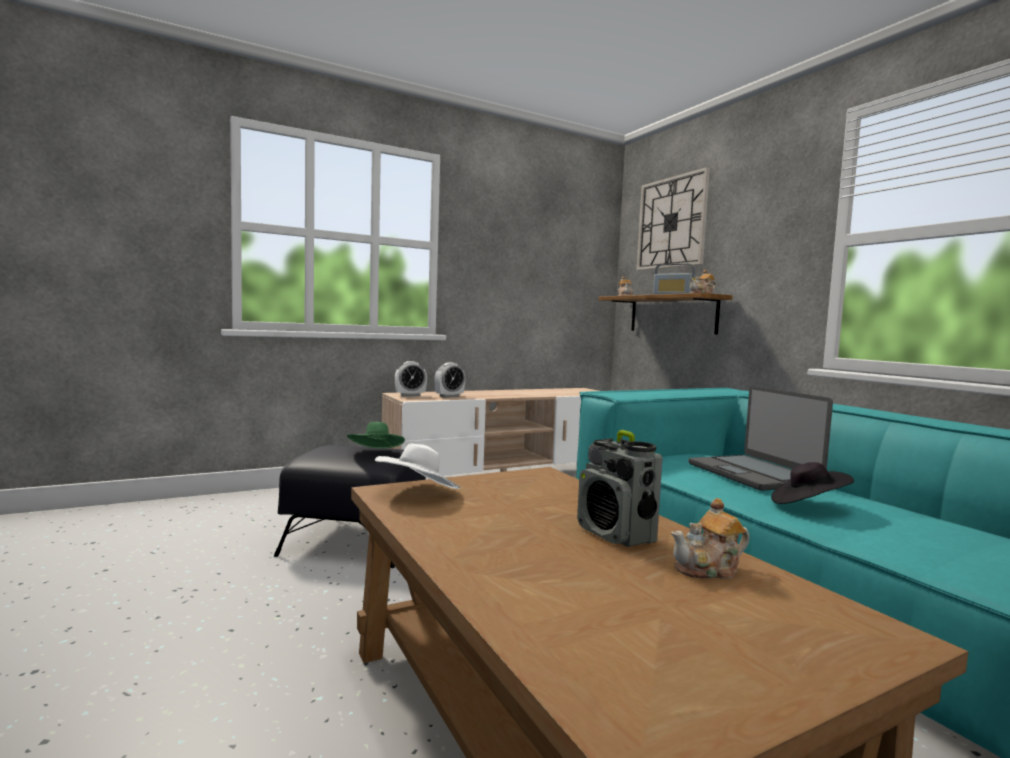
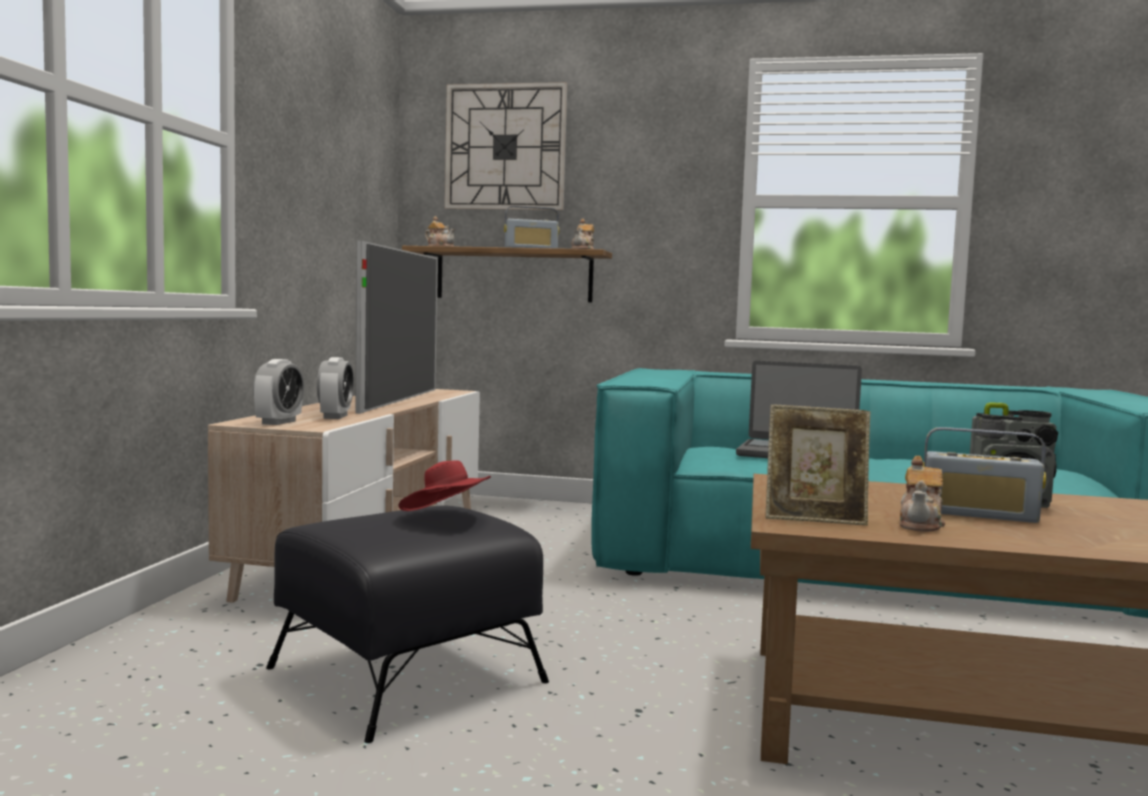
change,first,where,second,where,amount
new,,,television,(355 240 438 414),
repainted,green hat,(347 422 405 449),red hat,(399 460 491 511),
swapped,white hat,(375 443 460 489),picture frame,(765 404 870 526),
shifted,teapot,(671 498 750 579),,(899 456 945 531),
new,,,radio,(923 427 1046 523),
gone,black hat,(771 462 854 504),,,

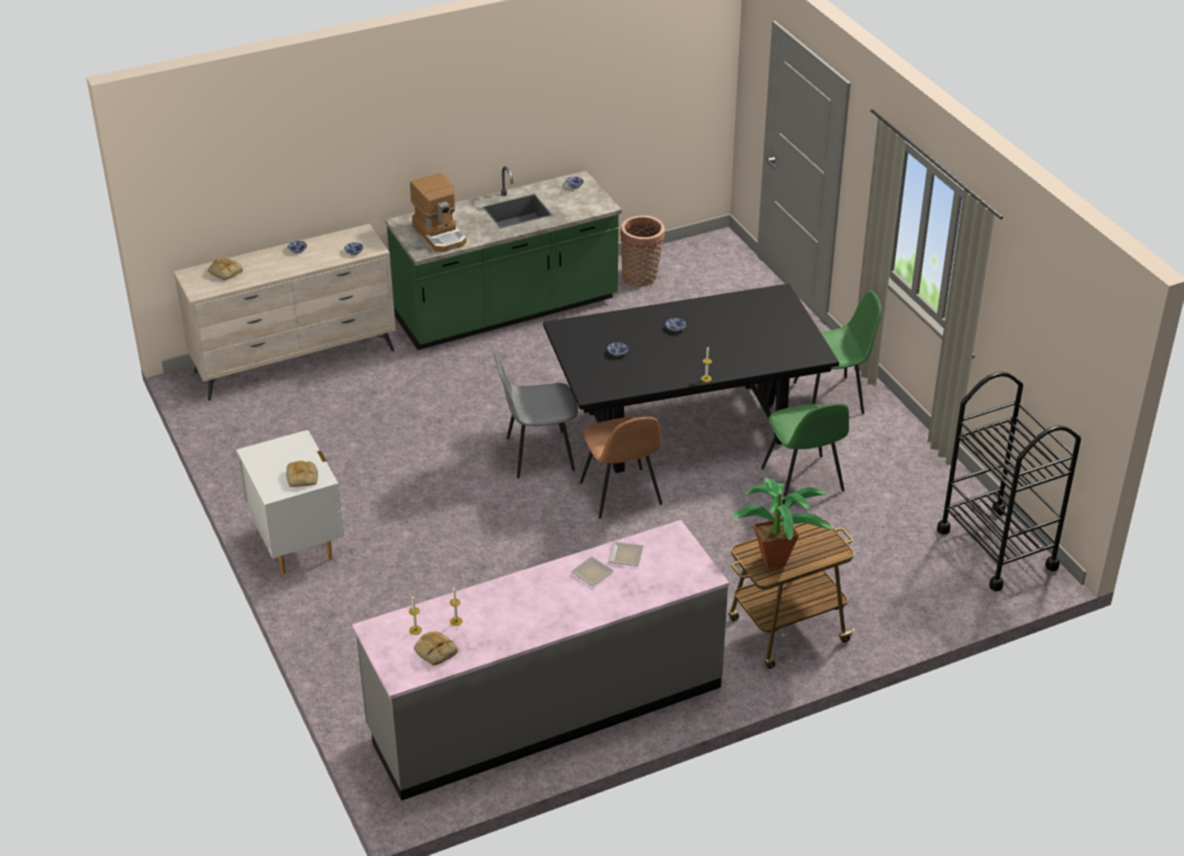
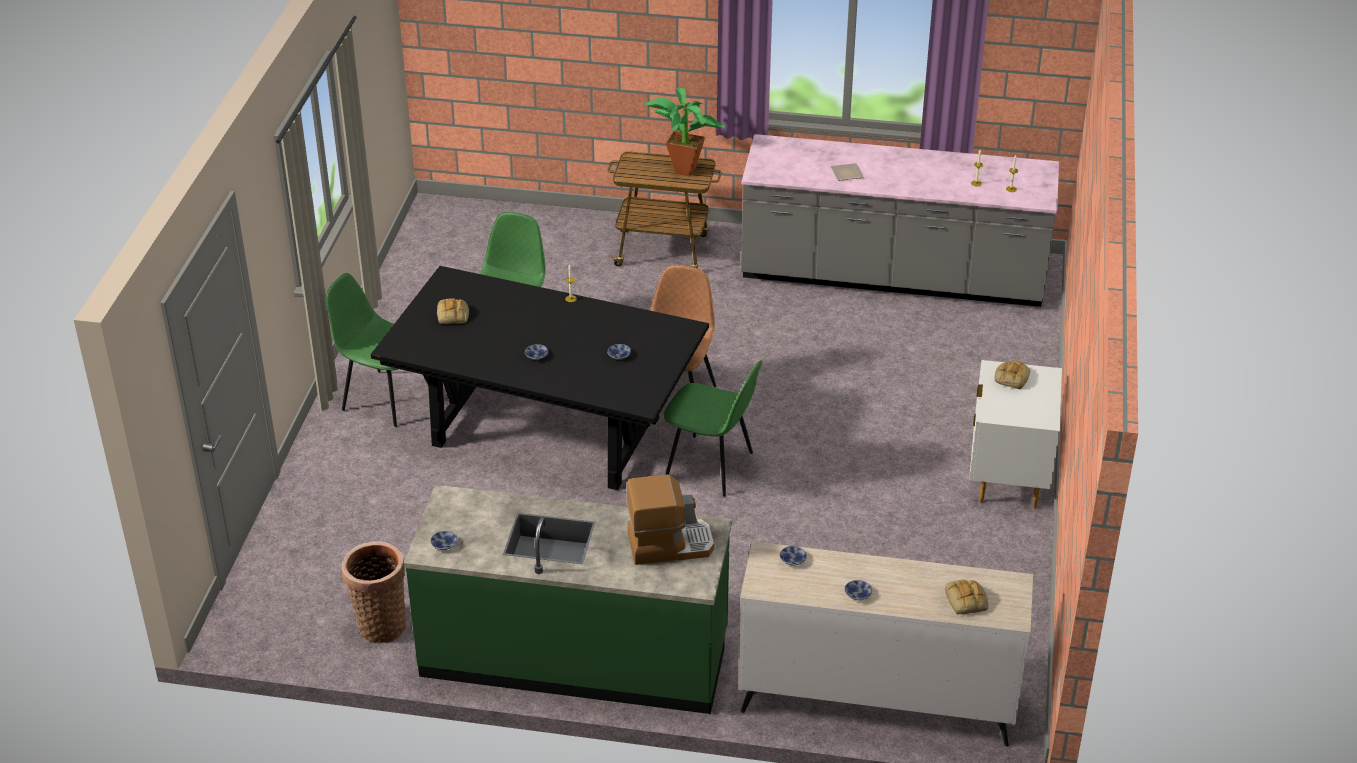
change,first,where,second,where,amount
shifted,bread,(414 631 458 665),,(437 298 469 324),
rotated,coffee machine,(410 173 467 252),,(627 474 714 565),75 degrees clockwise
repainted,grey chair,(494 353 578 478),green chair,(664 360 762 497),
gone,plate,(608 542 644 566),,,
gone,black cart,(937 372 1081 591),,,

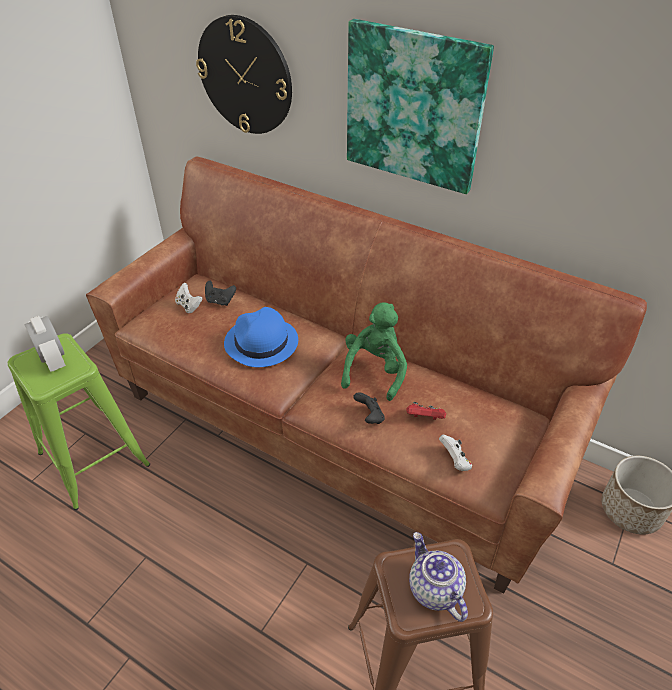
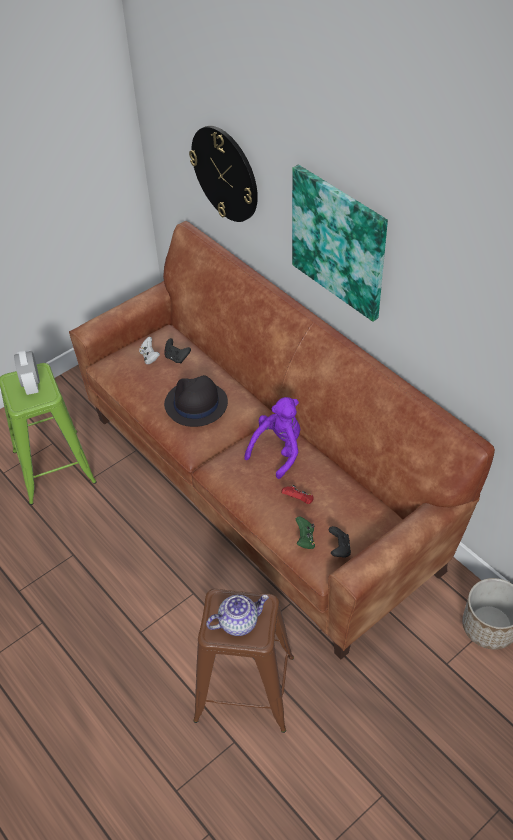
change,first,where,second,where,amount
repainted,blue hat,(224 307 298 367),black hat,(164 375 228 427),
rotated,teapot,(409 532 468 622),,(206 595 269 636),75 degrees clockwise
repainted,green plush toy,(341 302 407 401),purple plush toy,(244 397 300 479),
repainted,white game controller,(439 435 472 471),green game controller,(296 516 315 549),
shifted,black game controller,(353 392 385 424),,(329 526 351 558),

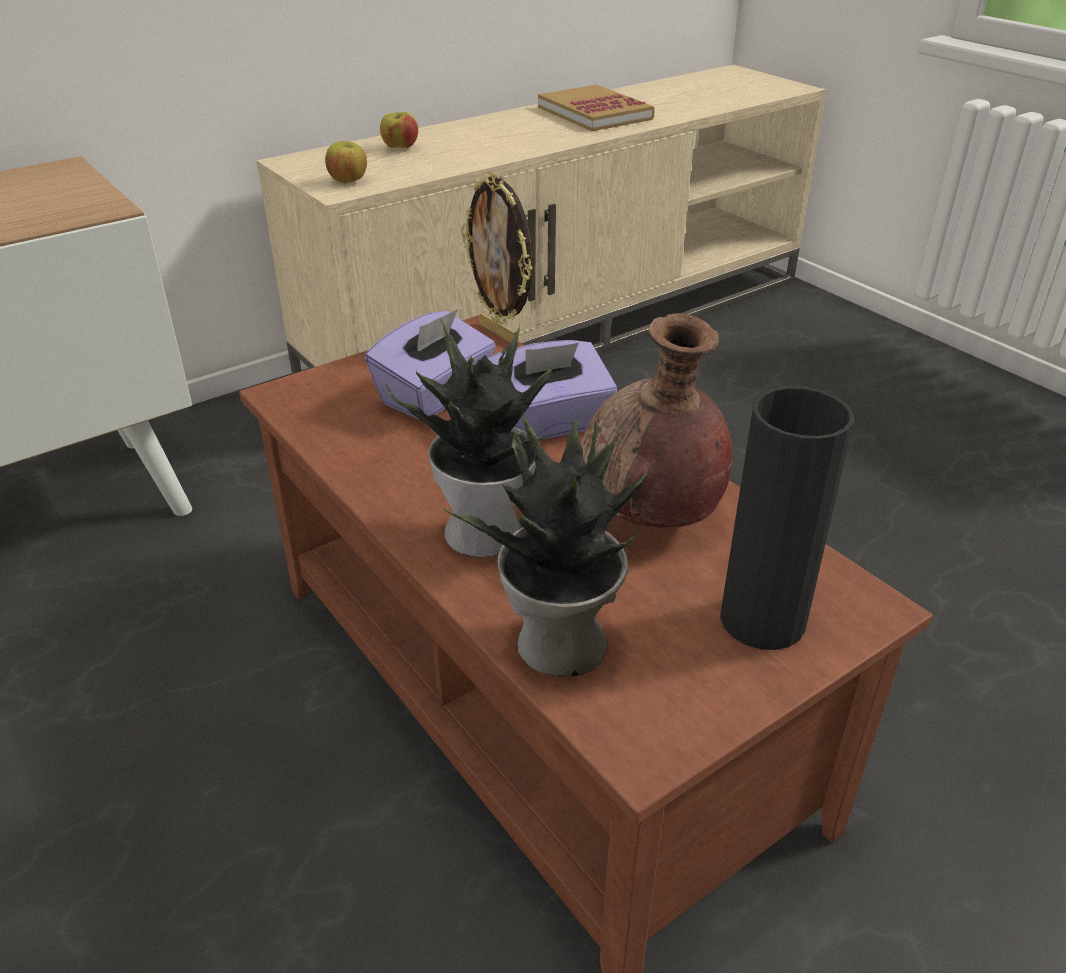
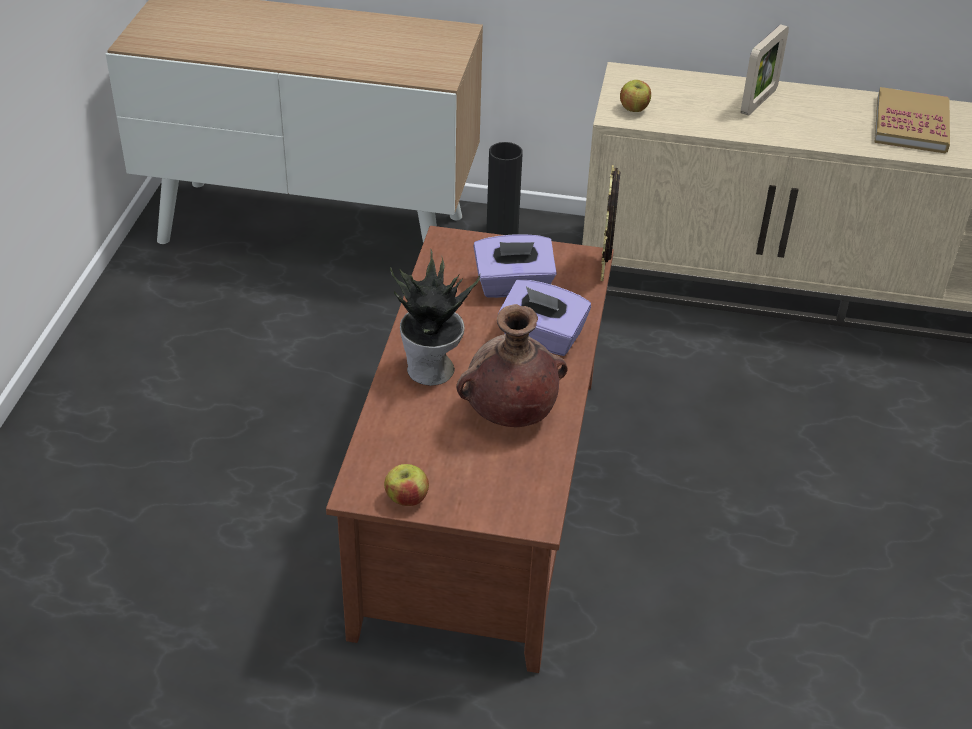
change,first,where,second,where,amount
shifted,apple,(380 112 418 148),,(384 464 429 506),
shifted,black vase,(720 386 854 650),,(486 142 523 235),
new,,,picture frame,(741 24 789 116),
gone,potted plant,(442 415 652 677),,,

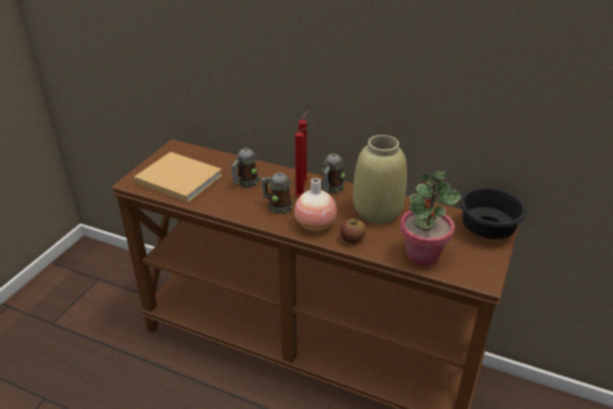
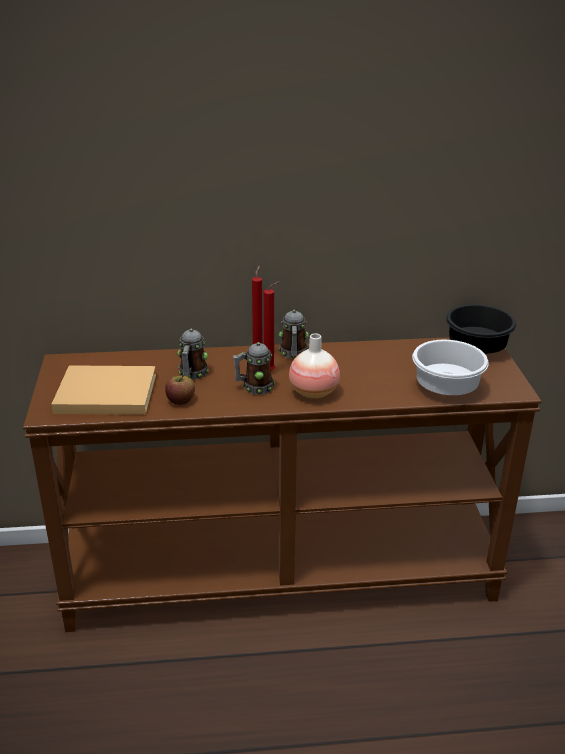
change,first,where,second,where,amount
shifted,apple,(340 219 366 244),,(165 374 195 405),
swapped,potted plant,(400 170 461 266),white bowl,(412 340 489 395),
gone,beige vase,(353 135 407 224),,,

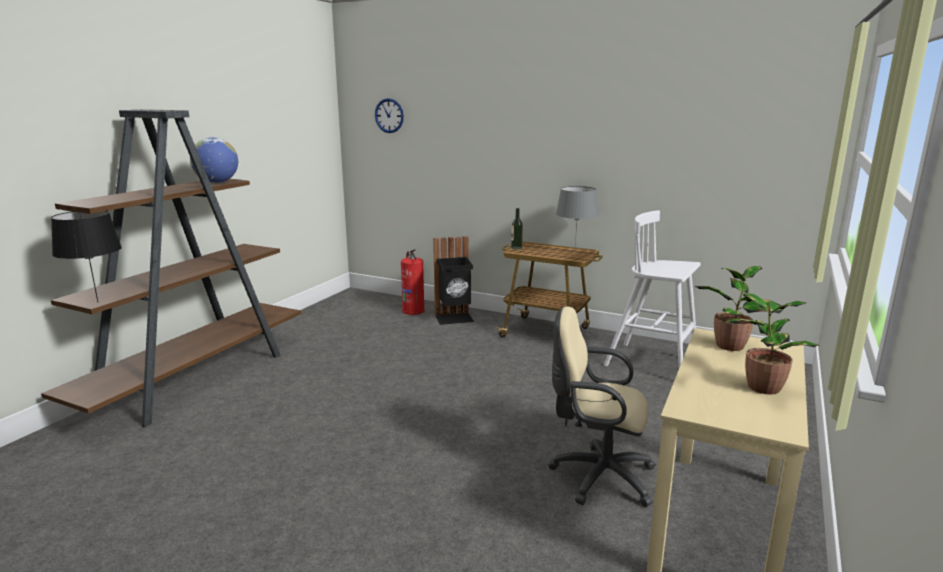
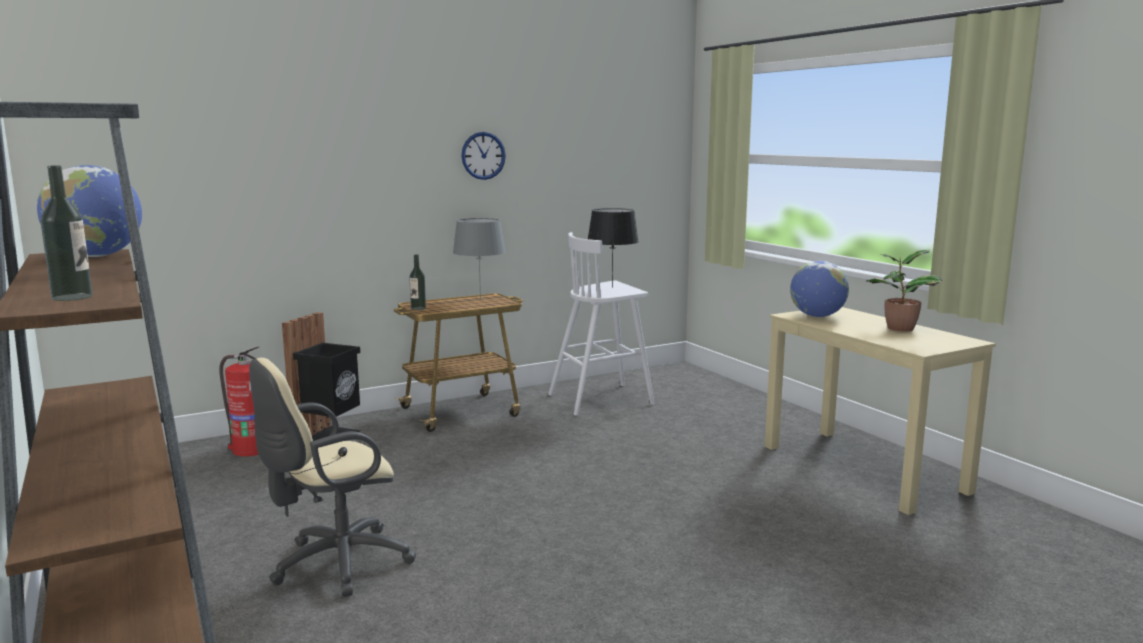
change,first,where,second,where,amount
new,,,bottle,(40 166 92 301),
shifted,beige office chair,(548 306 656 507),,(249 358 416 597),
shifted,wall clock,(375 98 404 133),,(461 132 506 180),
shifted,black table lamp,(51 211 122 302),,(588 208 639 288),
swapped,potted plant,(694 266 784 351),globe,(790 261 849 317),

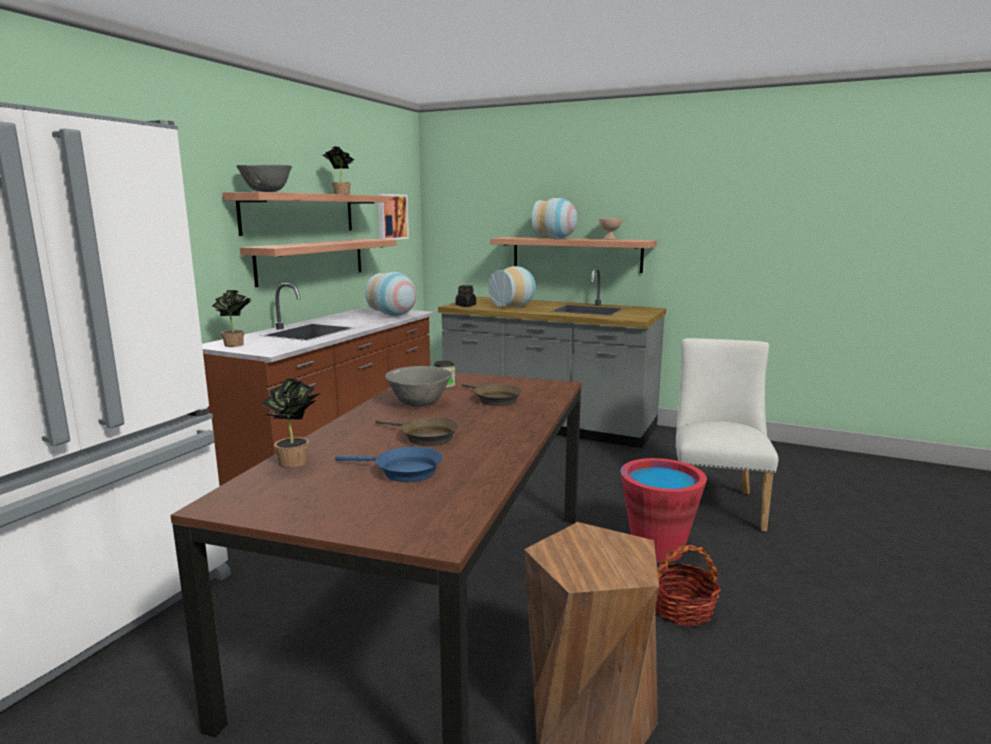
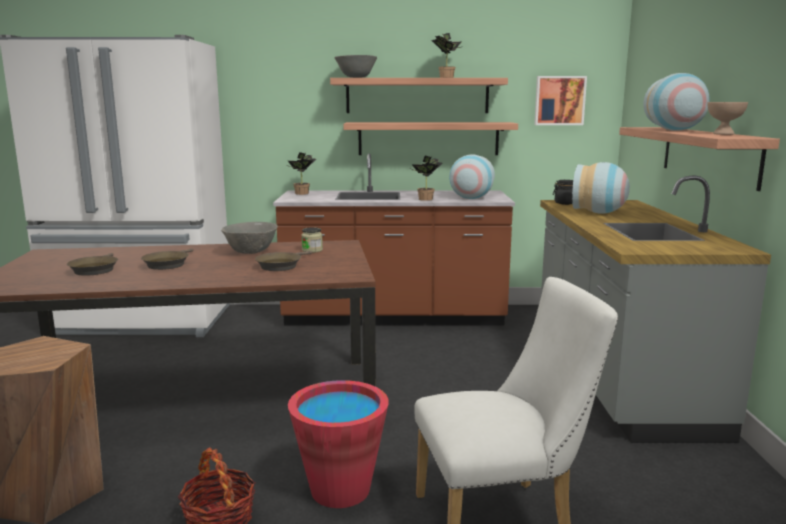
change,first,where,second,where,amount
repainted,blue frying pan,(335 447 443 482),brown frying pan,(67 253 118 276),
shifted,potted plant,(261 378 321 468),,(411 156 443 201),

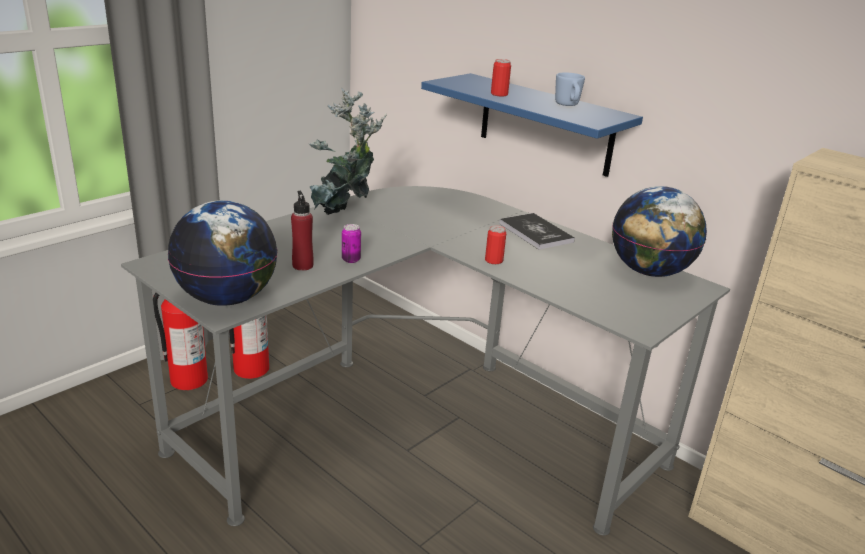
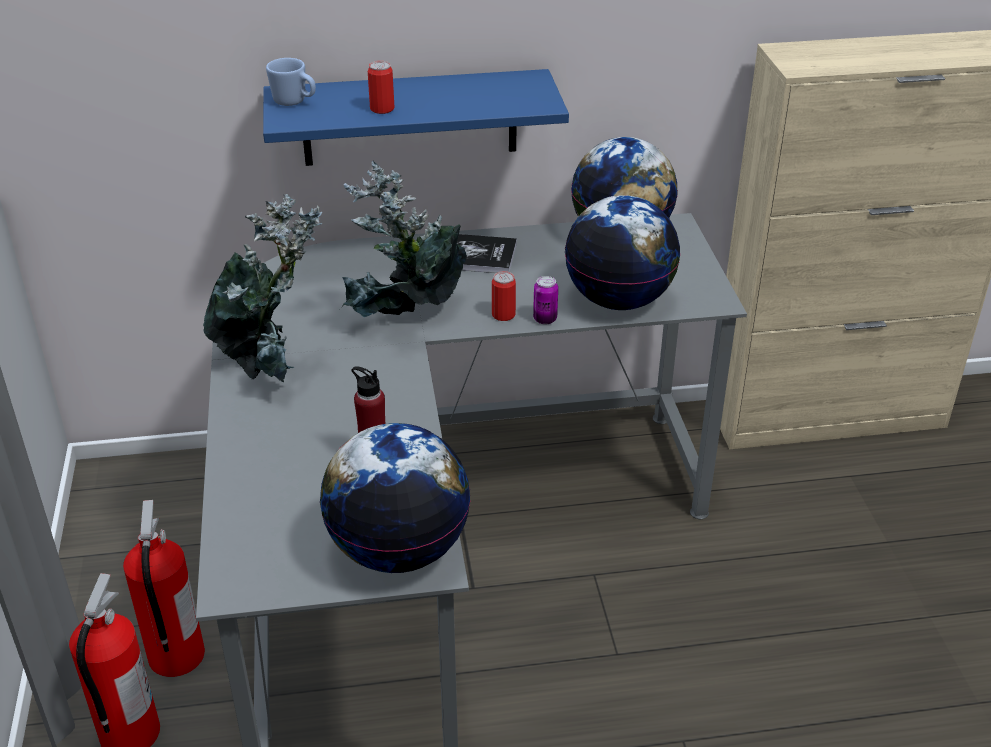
change,first,where,second,where,amount
shifted,blue mug,(555 72 585 106),,(266 58 316 106),
new,,,potted plant,(340 161 467 318),
shifted,can,(342 224 361 263),,(533 276 558 325),
new,,,globe,(565 195 681 310),

